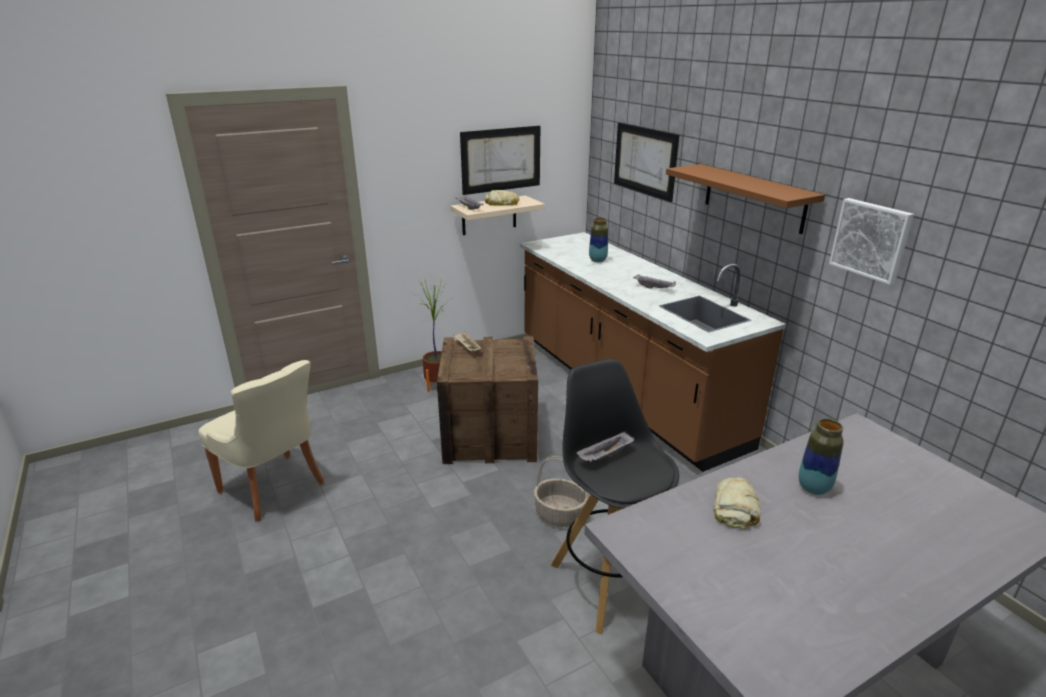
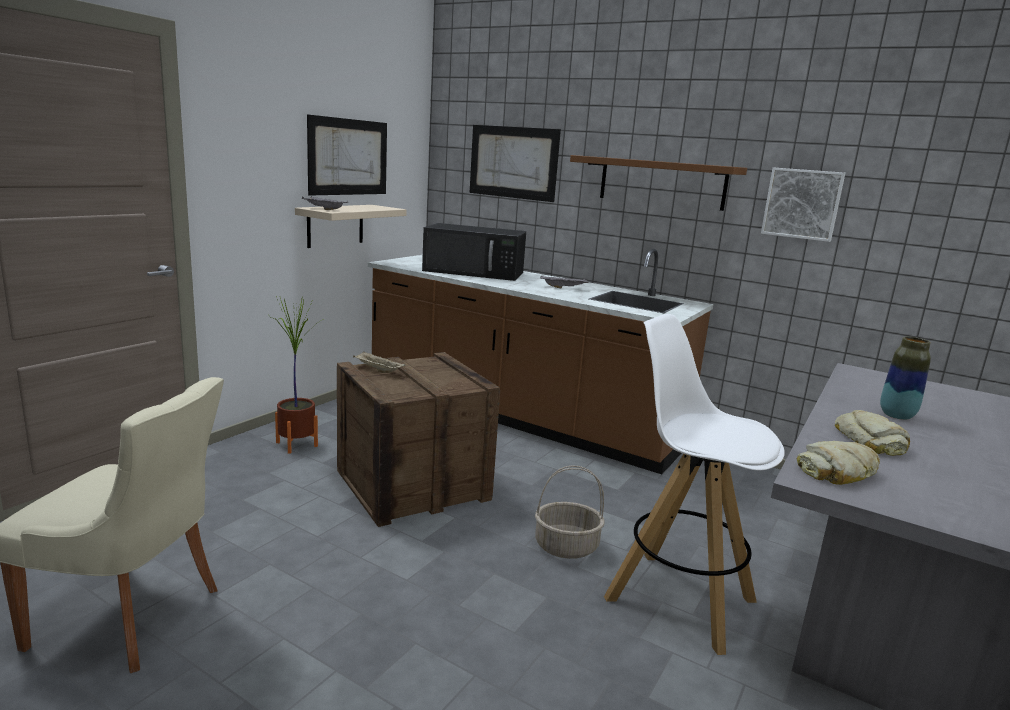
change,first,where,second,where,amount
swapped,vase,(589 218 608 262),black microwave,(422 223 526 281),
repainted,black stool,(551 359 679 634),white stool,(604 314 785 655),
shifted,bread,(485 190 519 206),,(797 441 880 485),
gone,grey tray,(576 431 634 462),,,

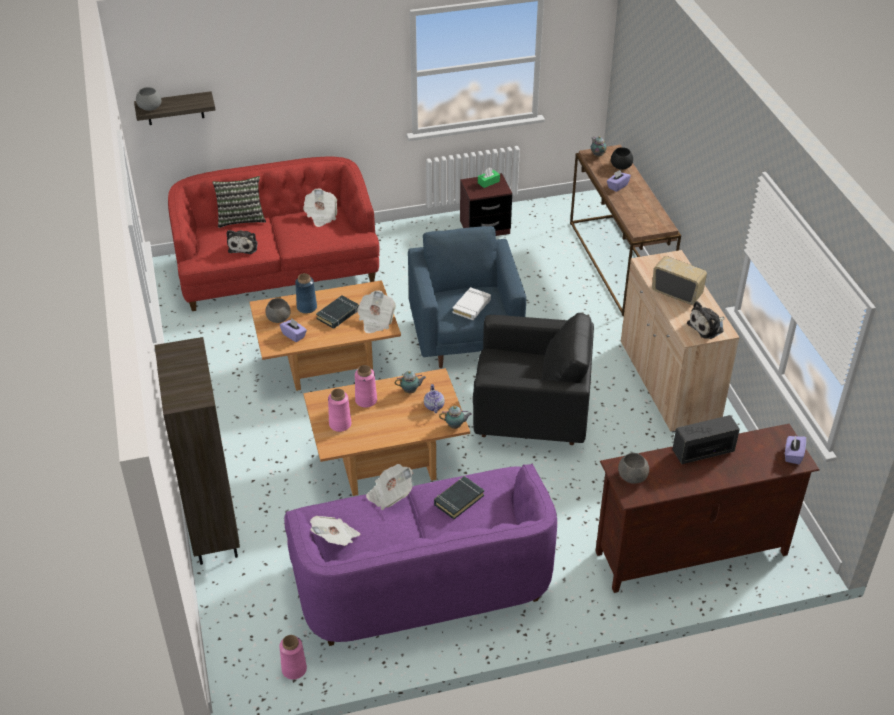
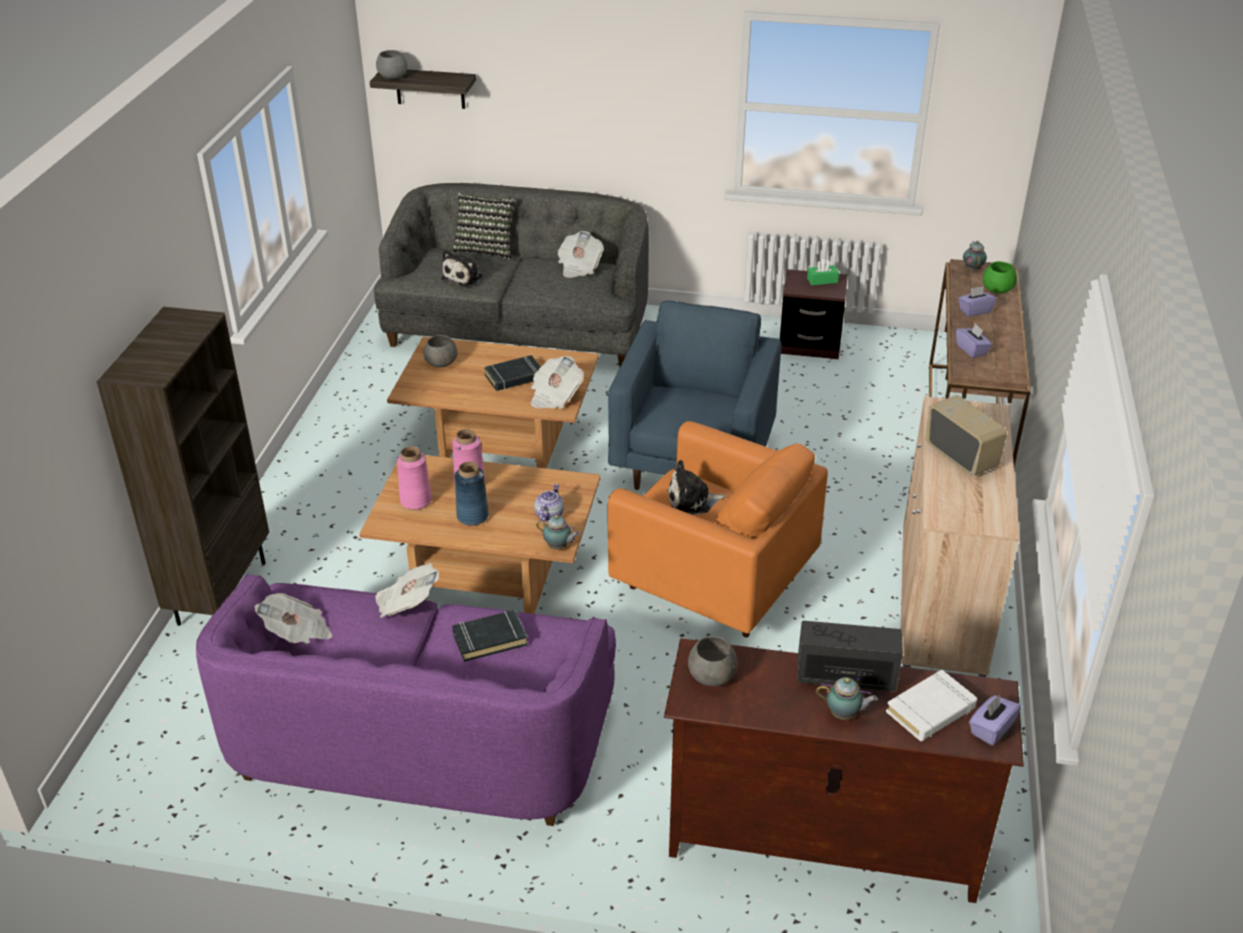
change,first,where,second,where,amount
repainted,red sofa,(168 156 380 311),grey sofa,(374 183 649 367),
shifted,blue vase,(295 273 317 314),,(455 462 489 526),
repainted,black armchair,(473 313 594 445),orange armchair,(607 421 828 637),
shifted,plush toy,(687 301 725 339),,(667 460 726 515),
shifted,teapot,(395 371 426 393),,(816 677 878 720),
shifted,white book,(452 287 491 320),,(886 669 977 741),
shifted,purple tissue box,(280 318 307 342),,(956 323 992 358),
repainted,black bowl,(611 147 633 170),green bowl,(983 261 1017 293),
gone,pink vase,(279 635 307 680),,,

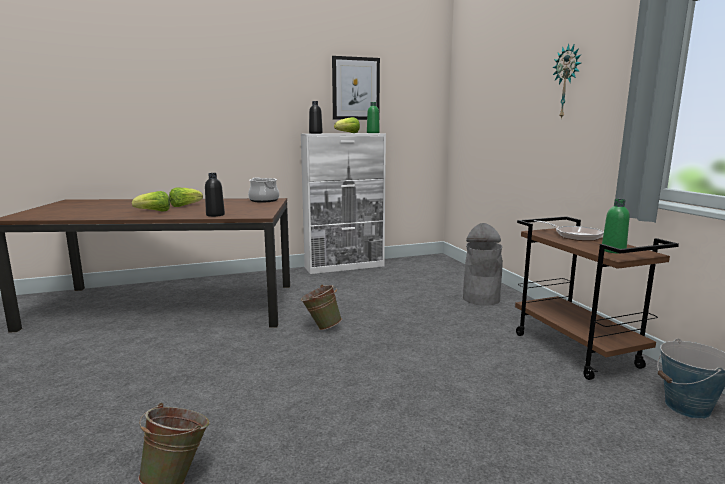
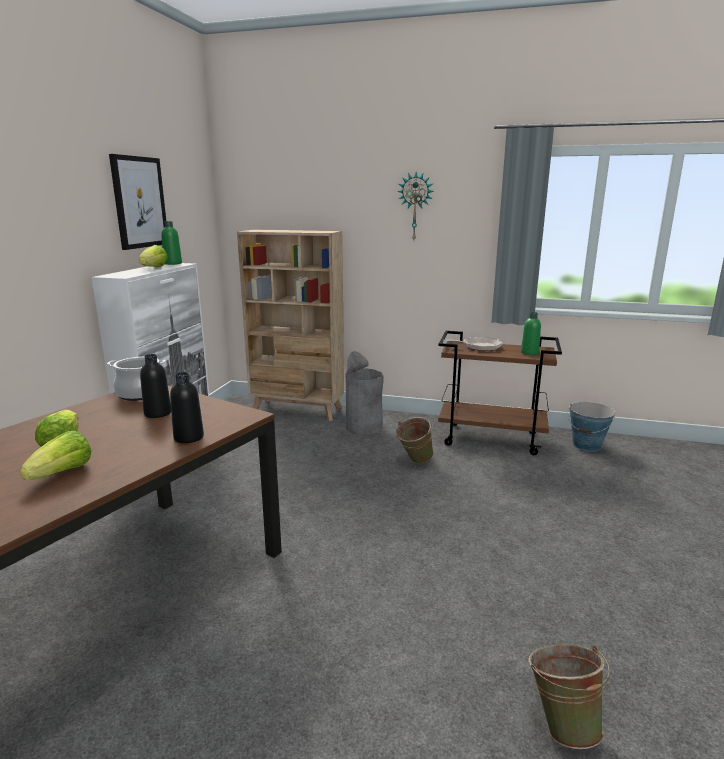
change,first,where,second,where,amount
shifted,black bottle,(309 101 323 134),,(140 354 171 418),
new,,,beige bookcase,(237 230 344 421),
shifted,green bucket,(301 284 342 330),,(396 417 434 463),

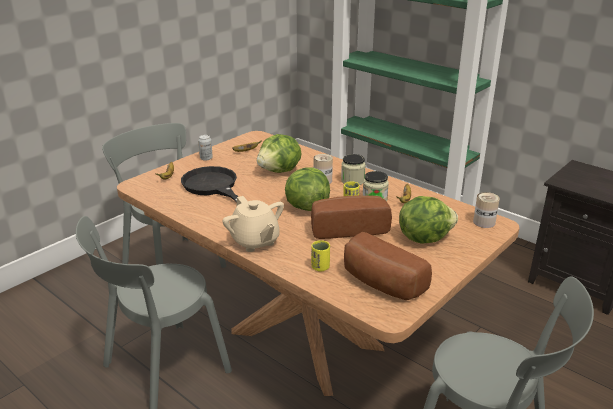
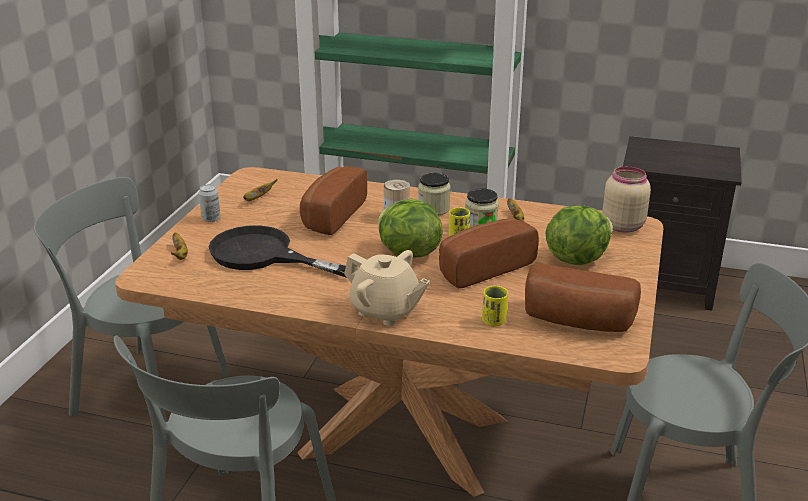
change,first,where,second,where,amount
swapped,lettuce,(257 134 301 173),bread,(300 166 367 235),
swapped,can,(473 192 500 228),beige jar,(602 166 651 233),

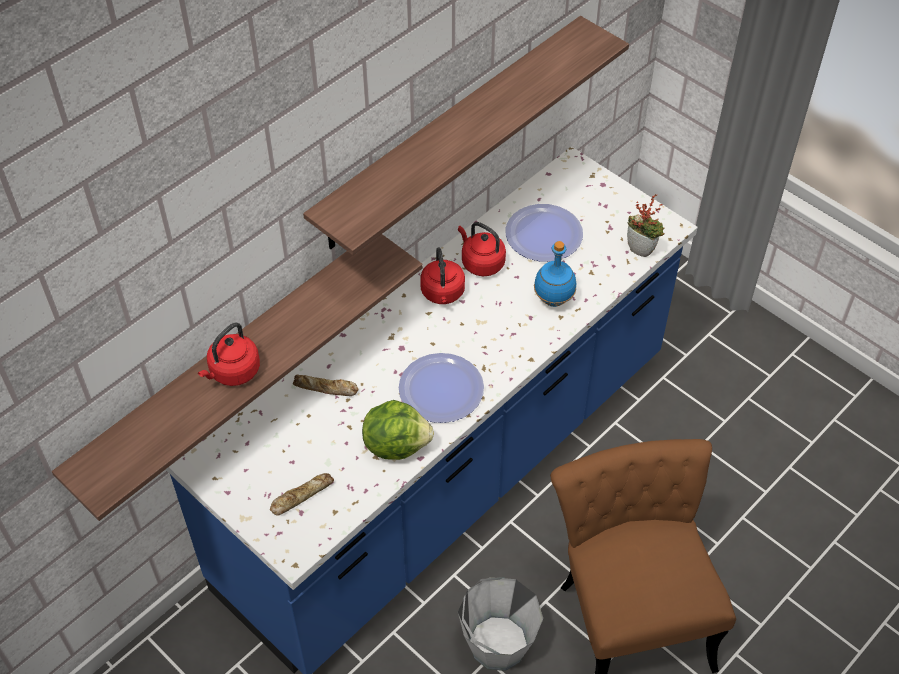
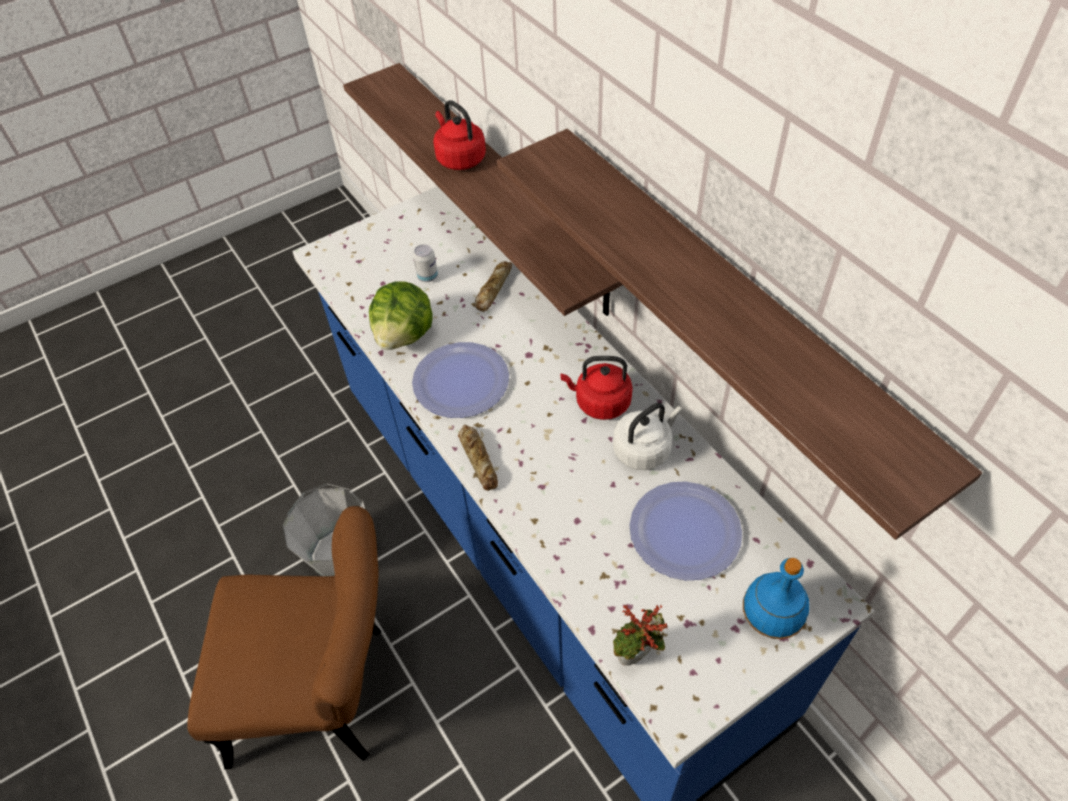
change,first,where,second,where,amount
new,,,can,(413 244 438 282),
shifted,bread,(270 473 334 516),,(458 425 498 491),
repainted,red kettle,(458 222 506 276),white kettle,(613 403 682 470),
shifted,blue bottle,(534 241 576 307),,(743 558 809 639),

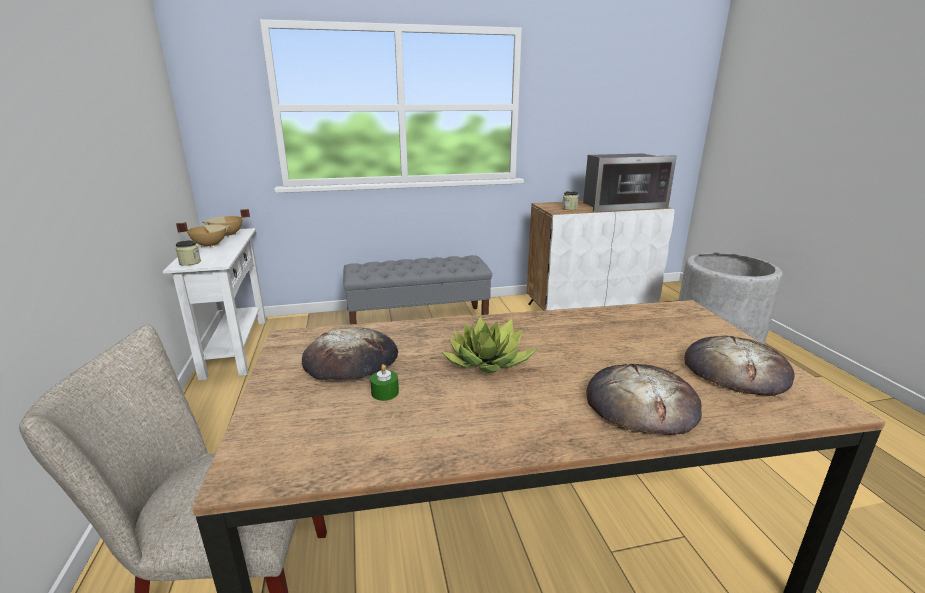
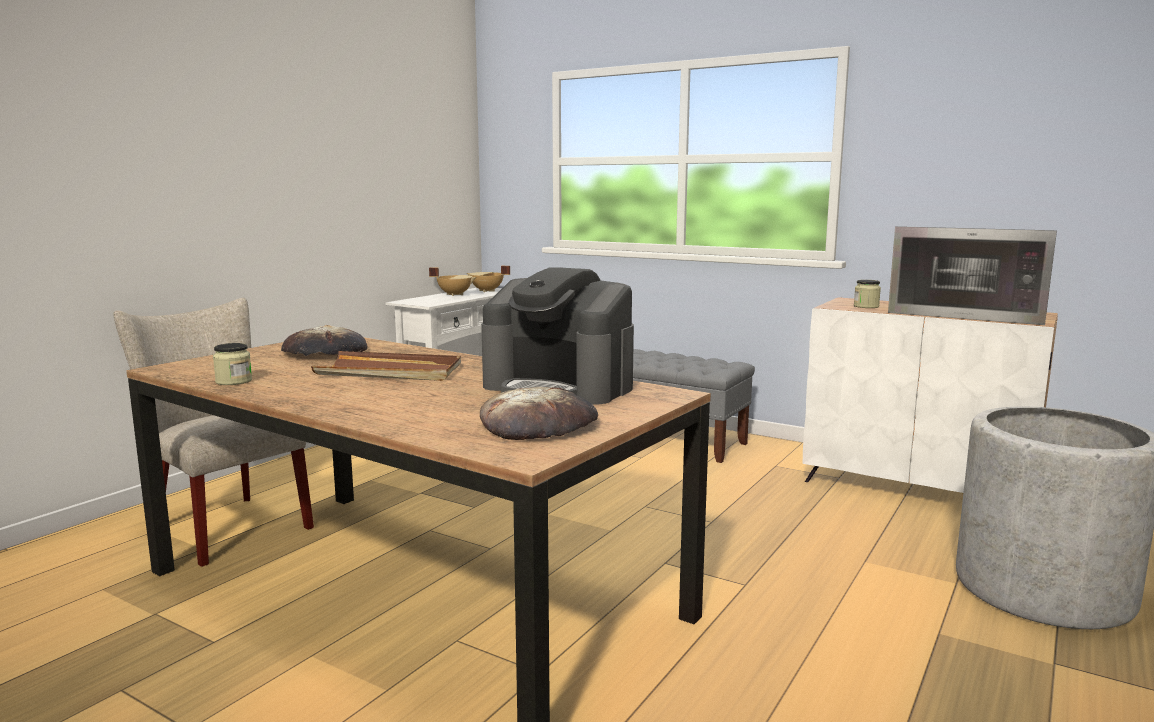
change,first,where,second,where,amount
shifted,jar,(176 240 201 266),,(213 343 252 385),
swapped,potted plant,(441 316 538 373),brown tray,(311 351 461 381),
new,,,coffee machine,(481 267 634 405),
gone,green candle,(370 364 399 401),,,
gone,bread,(586 364 702 435),,,

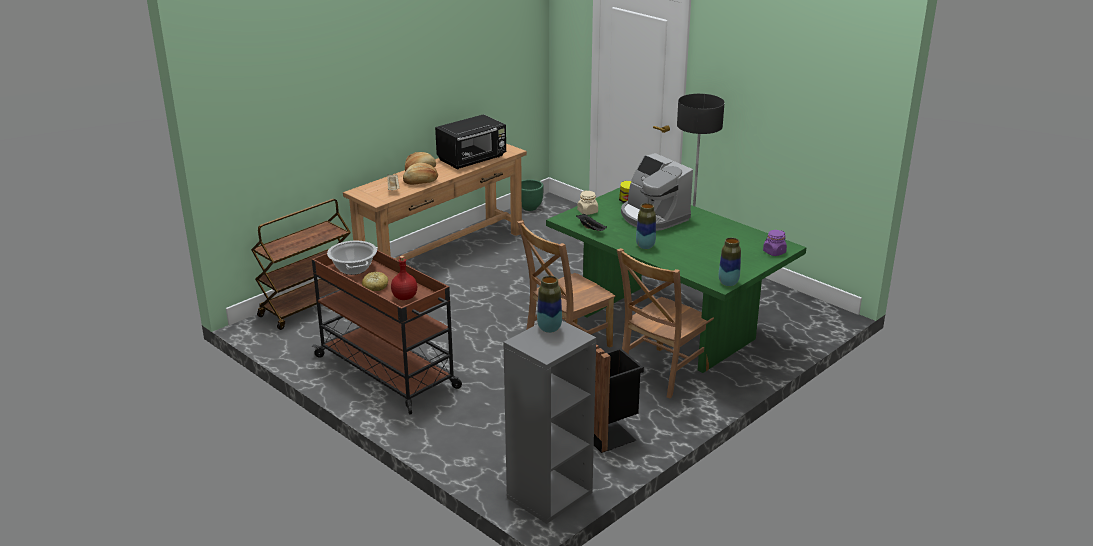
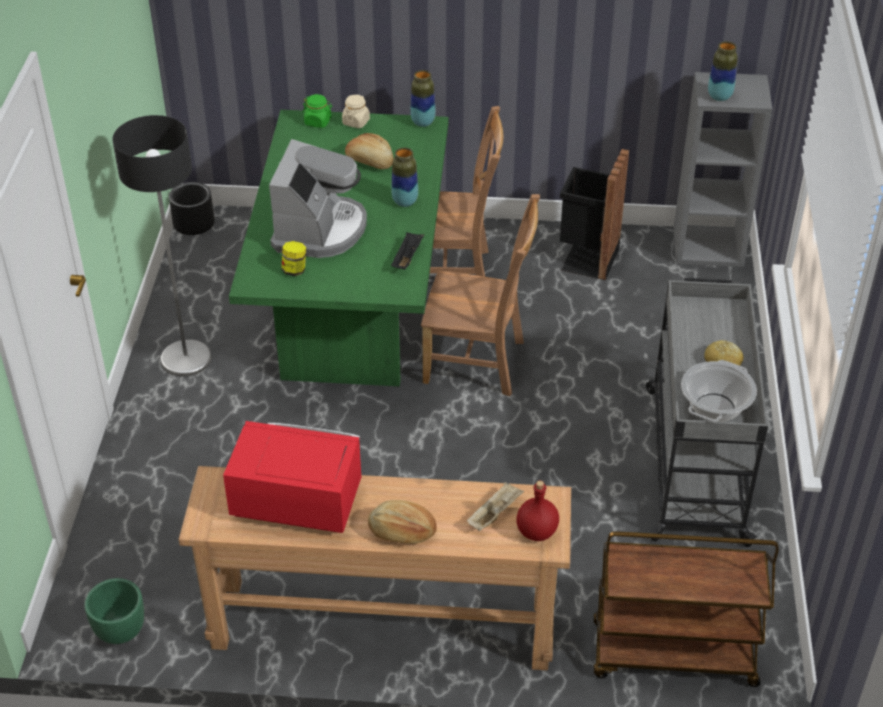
change,first,where,second,where,amount
new,,,black planter,(169 182 215 235),
repainted,black microwave,(435 114 506 169),red microwave,(223 421 362 533),
repainted,purple jar,(763 230 787 256),green jar,(303 94 332 128),
shifted,beige jar,(577 191 598 215),,(342 95 370 128),
shifted,bread,(403 163 438 185),,(345 133 394 169),
shifted,red bottle,(391 256 417 300),,(516 481 559 541),
repainted,brown cart,(312 250 462 415),grey cart,(646 278 768 547),

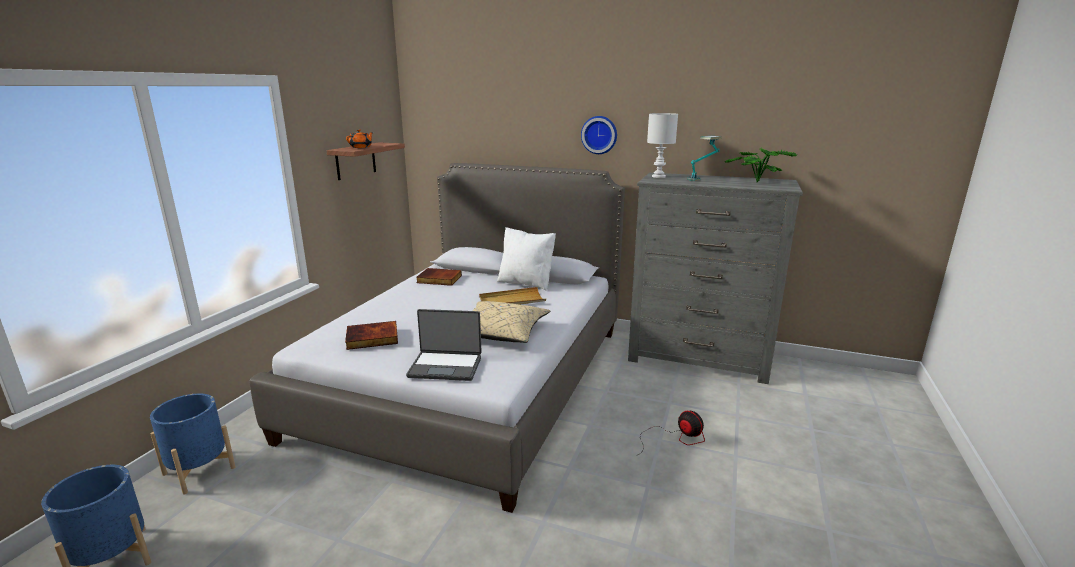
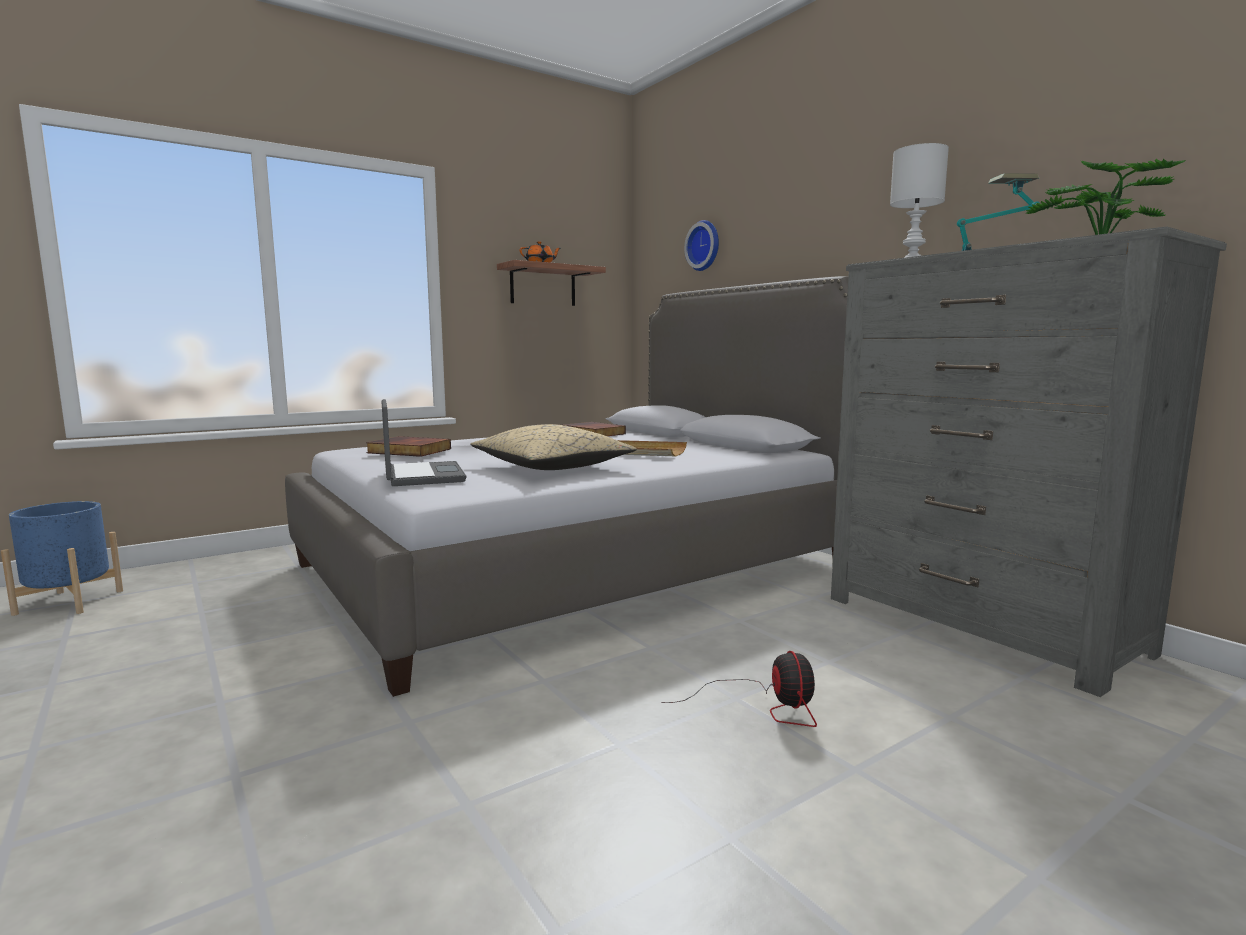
change,first,where,second,where,amount
rotated,laptop,(406 309 482 381),,(382 399 467 486),150 degrees counterclockwise
shifted,wall clock,(581 116 617 154),,(684 220 719 271),
gone,blue planter,(150 393 236 494),,,
gone,white pillow,(497 227 556 291),,,

